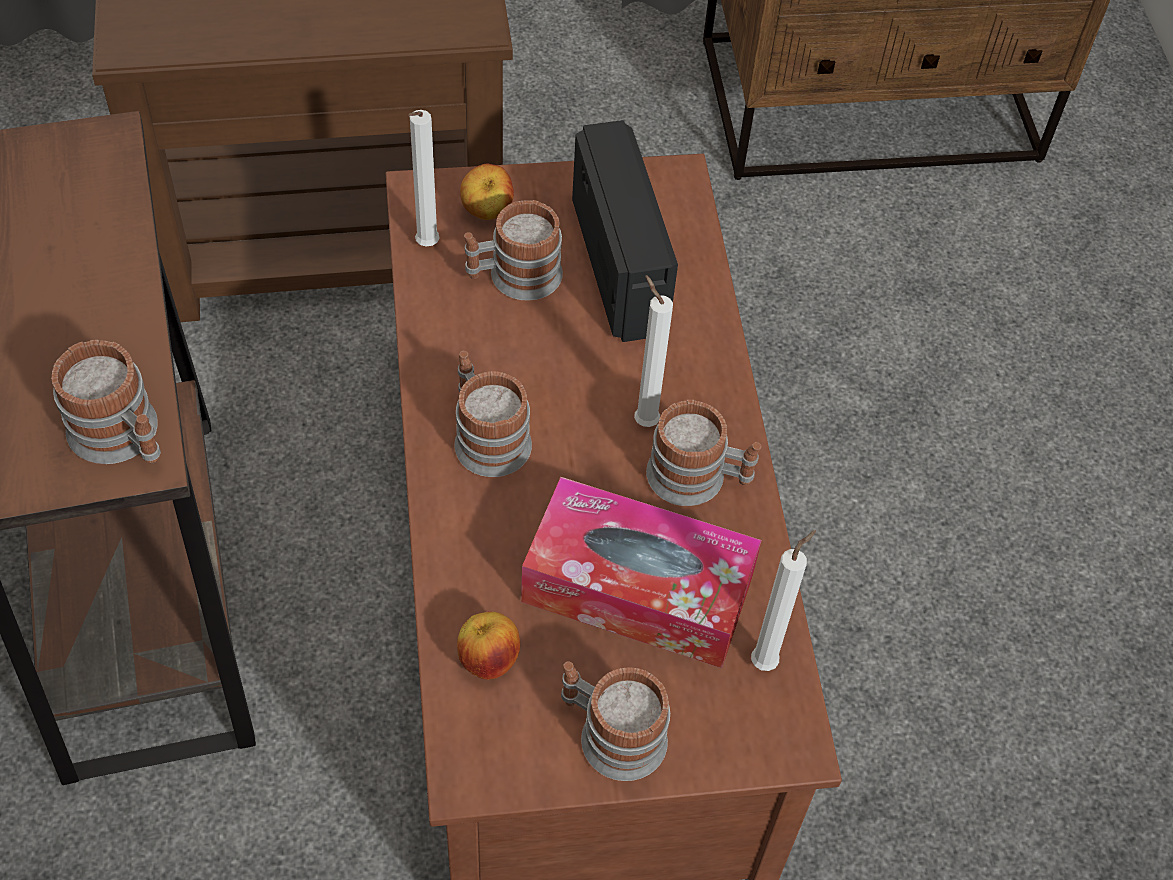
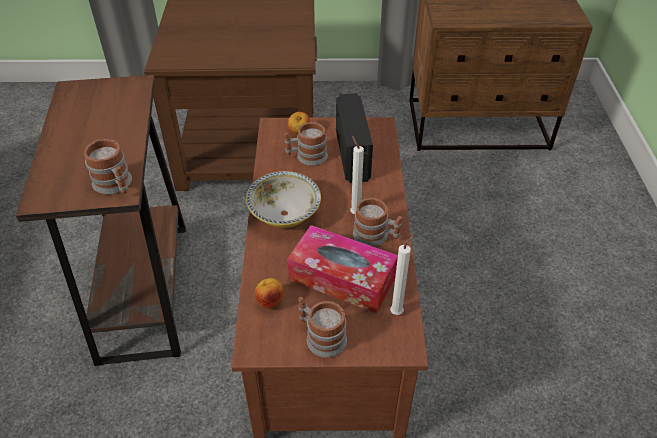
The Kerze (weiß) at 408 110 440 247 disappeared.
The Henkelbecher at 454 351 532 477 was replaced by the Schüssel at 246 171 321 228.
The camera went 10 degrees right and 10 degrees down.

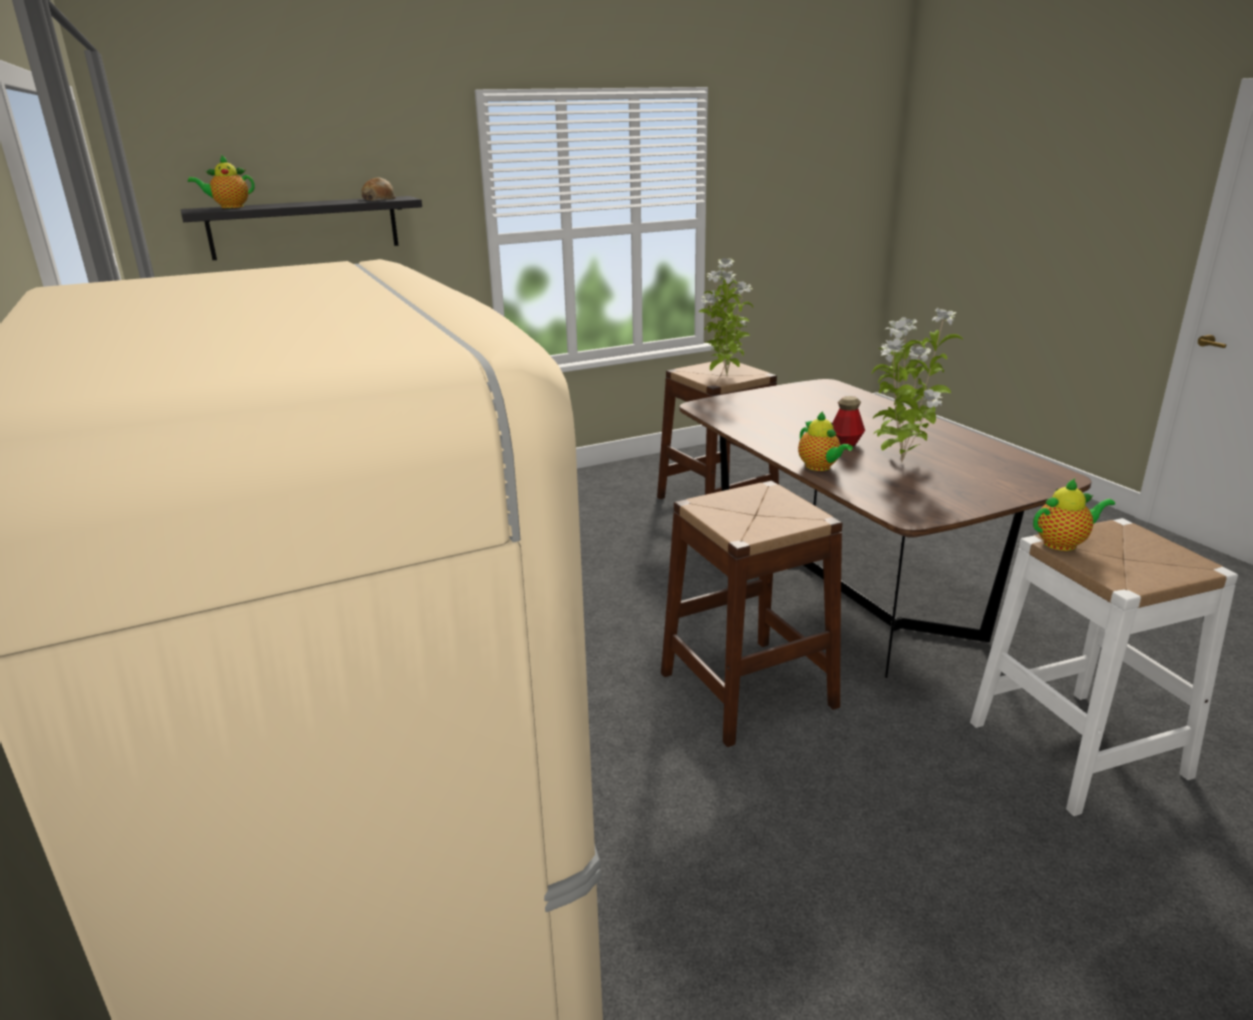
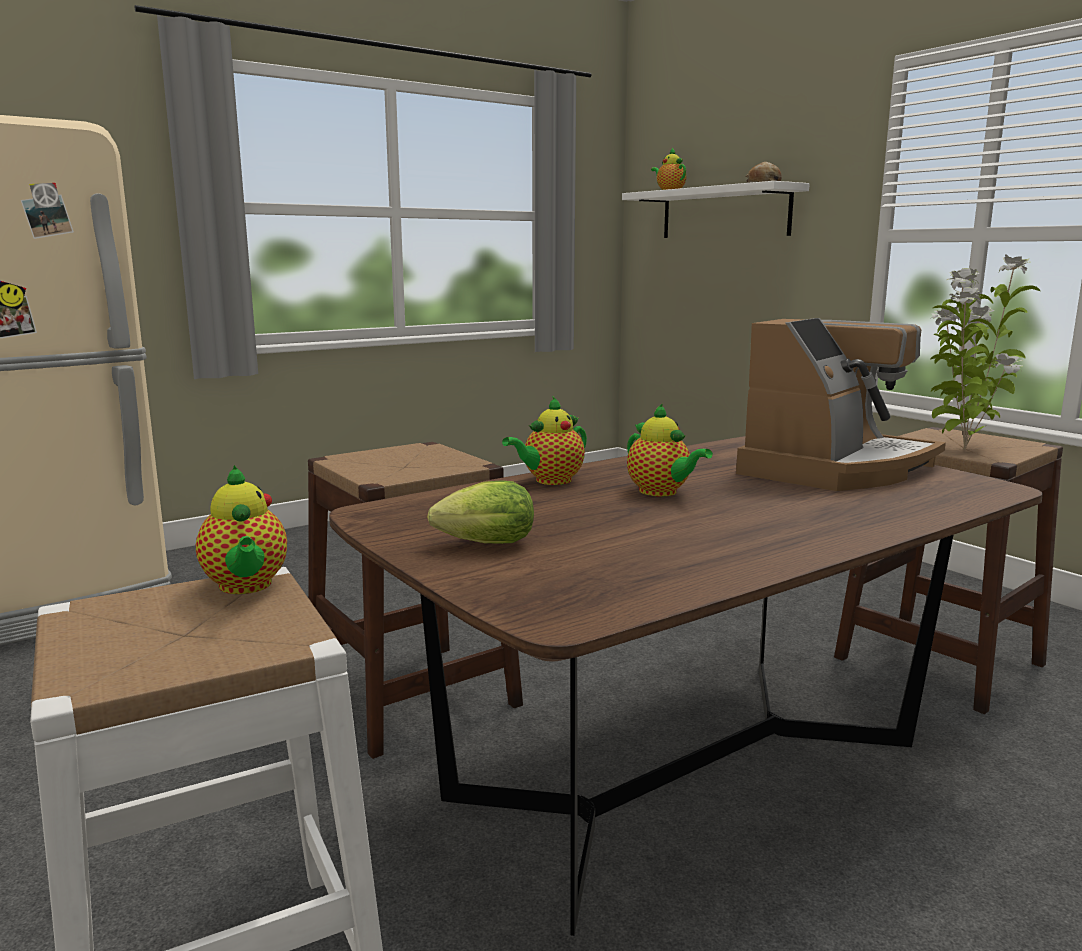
The Wandregal (schwarz) at 181 196 422 260 became the Wandregal (weiß) at 622 181 810 238.
The Topfpflanze at 872 308 963 462 disappeared.
The Flasche at 832 396 865 446 was replaced by the Teekanne at 627 403 713 497.
The Kaffeemaschine at 736 318 946 491 appeared.
The Salatkopf at 427 480 534 544 appeared.
The camera went 80 degrees right and 10 degrees down.

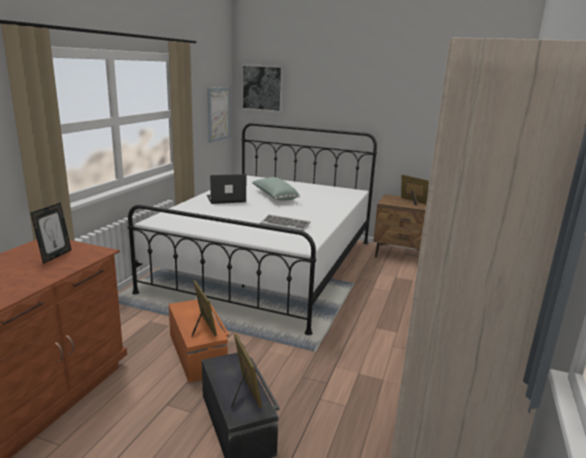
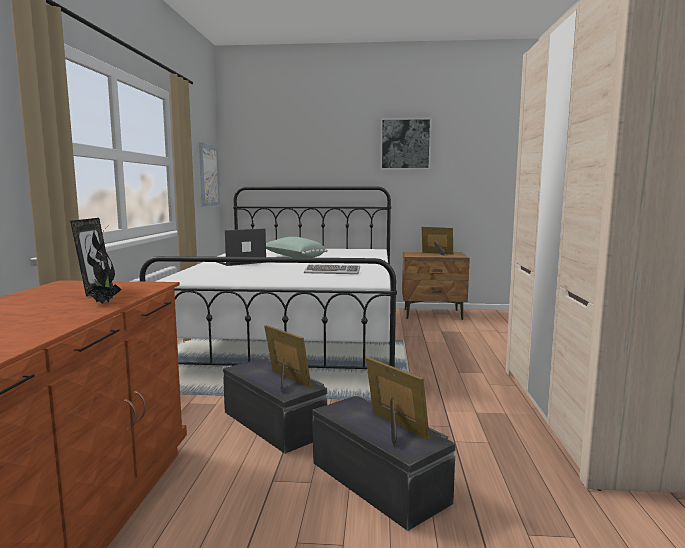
The Bild moved from 241 64 284 112 to 380 117 432 170.
The Aufbewahrungsbox (orange) at 169 299 229 382 became the Aufbewahrungsbox (schwarz) at 223 358 327 454.
The Topfpflanze at 87 224 122 304 appeared.
The camera went 15 degrees left and 10 degrees down.

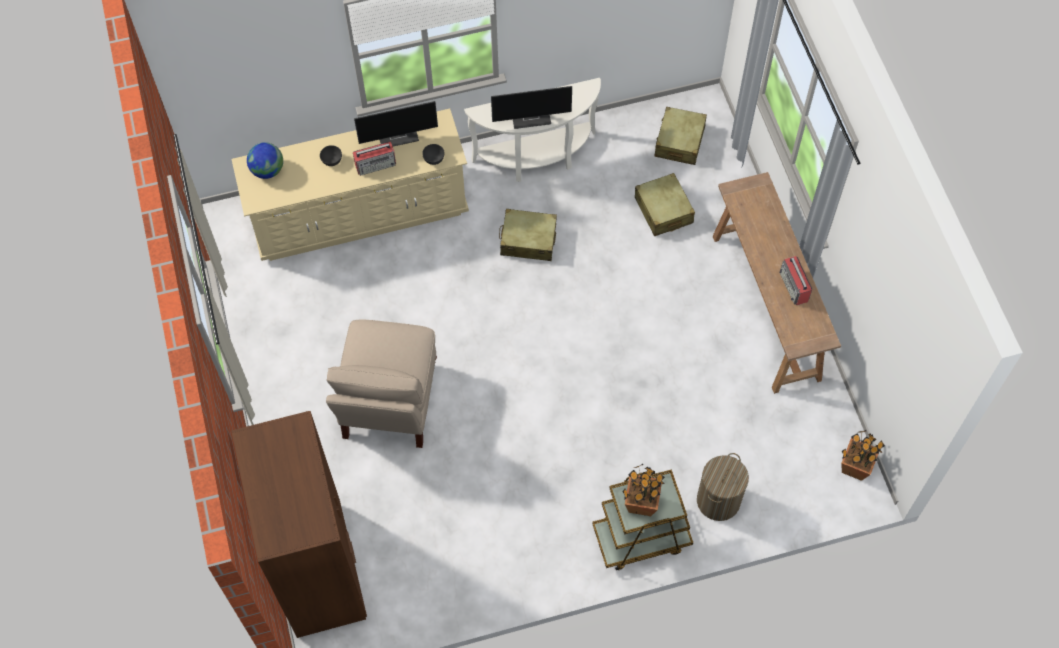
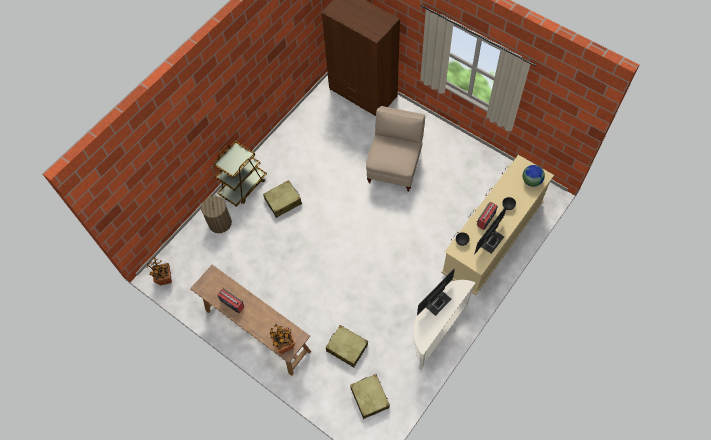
The Koffer (beige) moved from 499 209 557 261 to 263 180 302 218.
The Stuhl (beige) at 326 320 437 448 turned 45 degrees clockwise.
The Topfpflanze moved from 622 464 665 516 to 269 325 295 354.
The camera went 145 degrees right and 0 degrees up.

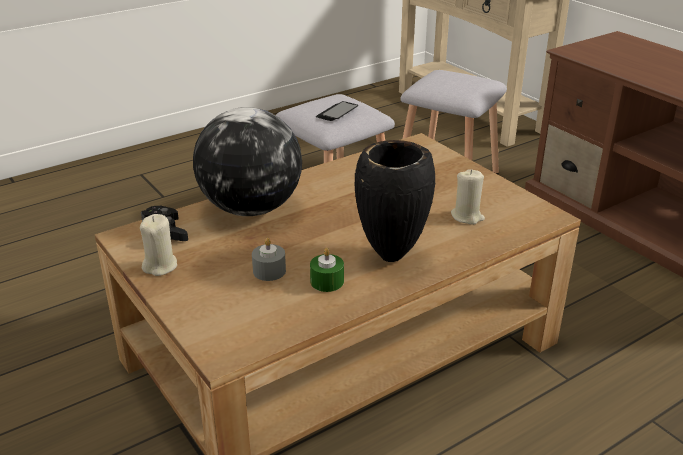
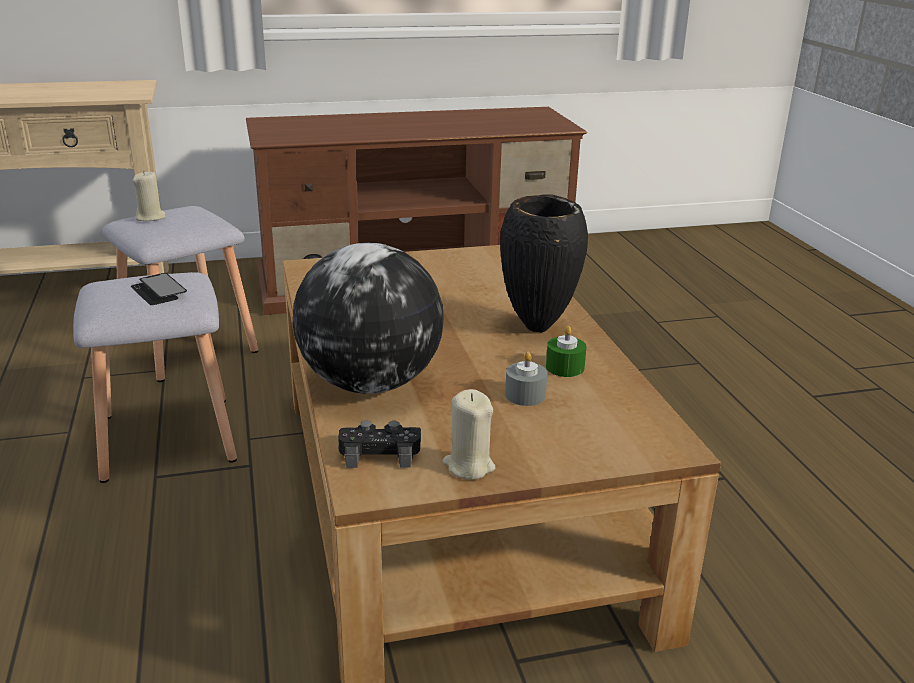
The Kerze (beige) moved from 451 169 485 225 to 133 171 166 221.
The camera went 70 degrees left and 5 degrees down.

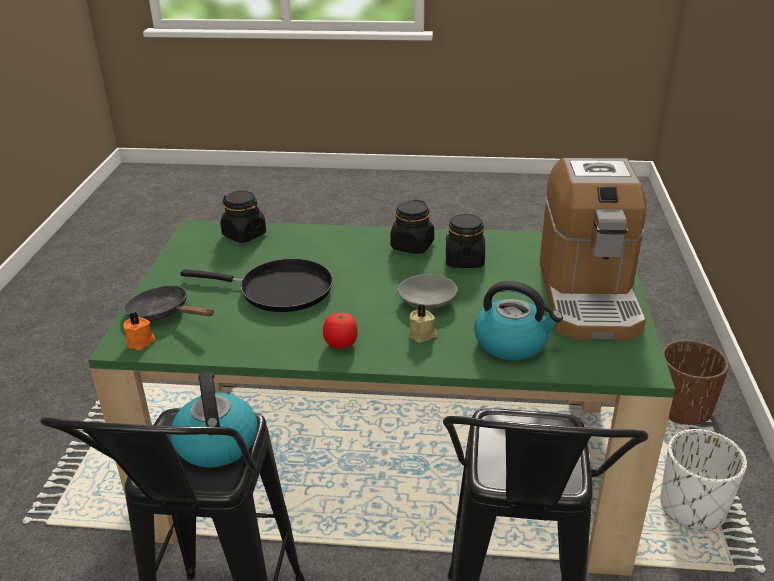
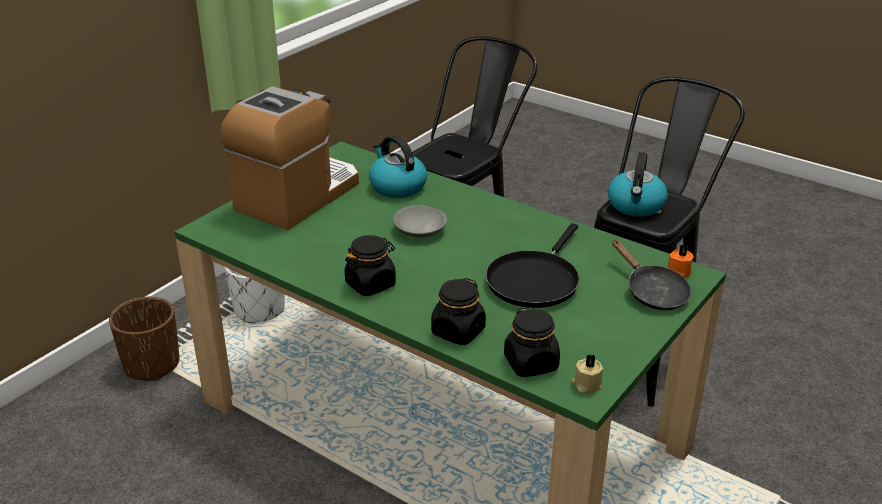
The Vorratsglas (schwarz) moved from 446 214 485 268 to 431 278 486 345.
The Pfanne (schwarz) at 180 258 333 312 turned 105 degrees counterclockwise.
The Kerze (beige) moved from 409 305 437 343 to 572 354 603 393.
The Tomate at 323 313 358 349 disappeared.
The camera went 150 degrees left and 0 degrees up.

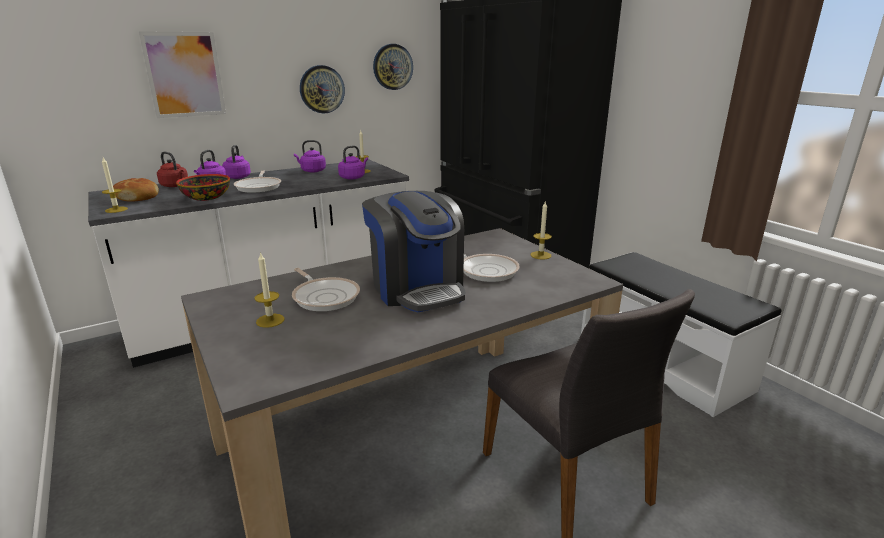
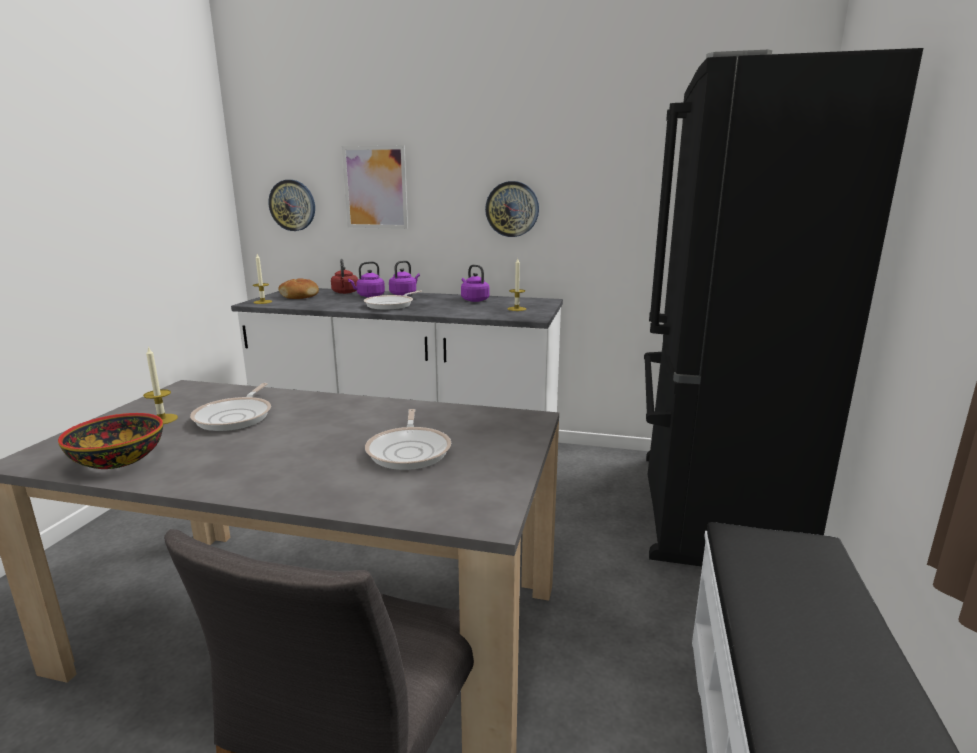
The Wanduhr moved from 373 44 413 90 to 268 180 315 231.
The Wasserkessel (lila) at 338 146 368 180 disappeared.
The Schüssel moved from 176 174 230 201 to 58 413 163 469.
The Kaffeemaschine at 362 191 465 312 disappeared.
The Kerze at 530 202 552 260 disappeared.
The camera went 45 degrees right and 5 degrees down.

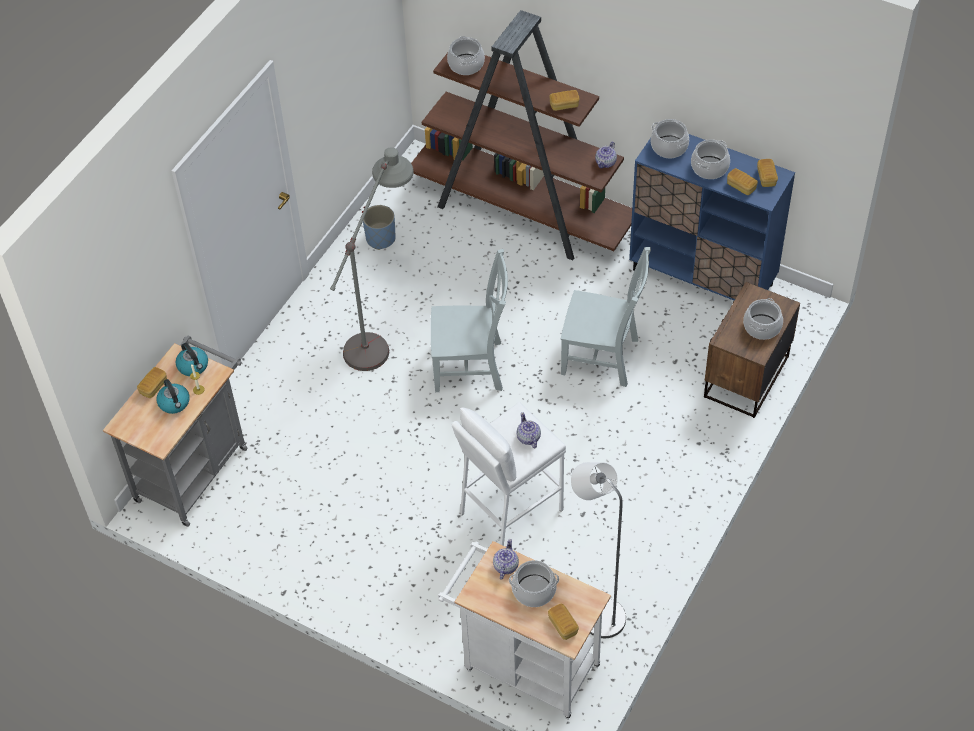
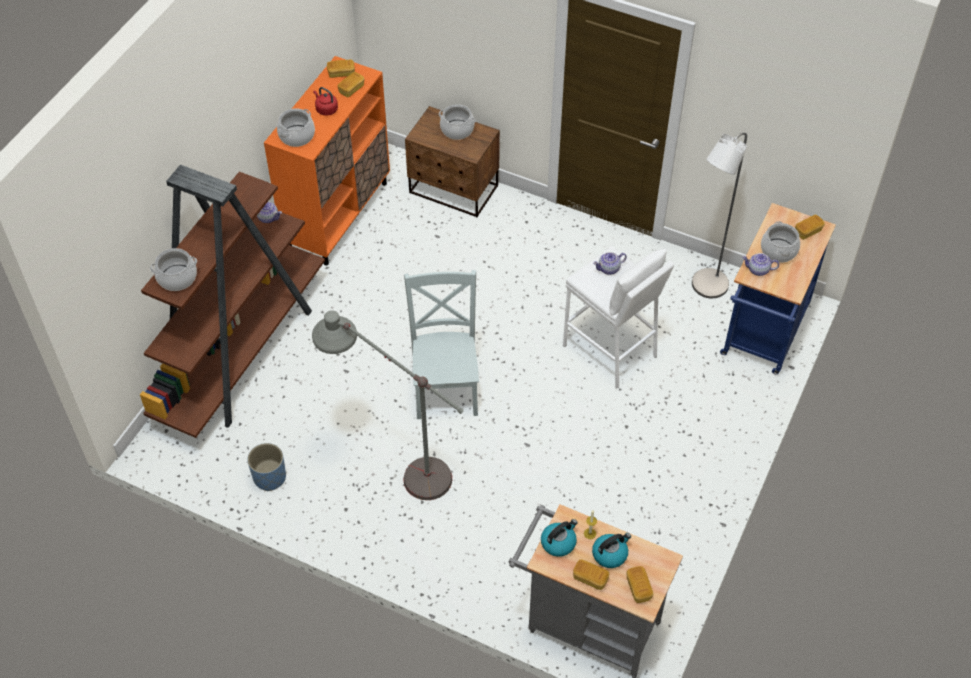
The Brot moved from 550 90 579 111 to 627 566 653 603.
The Schrank (blau) at 629 134 795 300 became the Schrank (orange) at 264 56 390 266.
The Kochtopf at 691 139 730 179 was replaced by the Wasserkessel (rot) at 313 87 338 116.
The Stuhl (grau) at 561 247 651 387 disappeared.
The Rollwagen (weiß) at 438 541 611 720 became the Rollwagen (blau) at 720 203 836 375.
The camera went 95 degrees left and 0 degrees up.

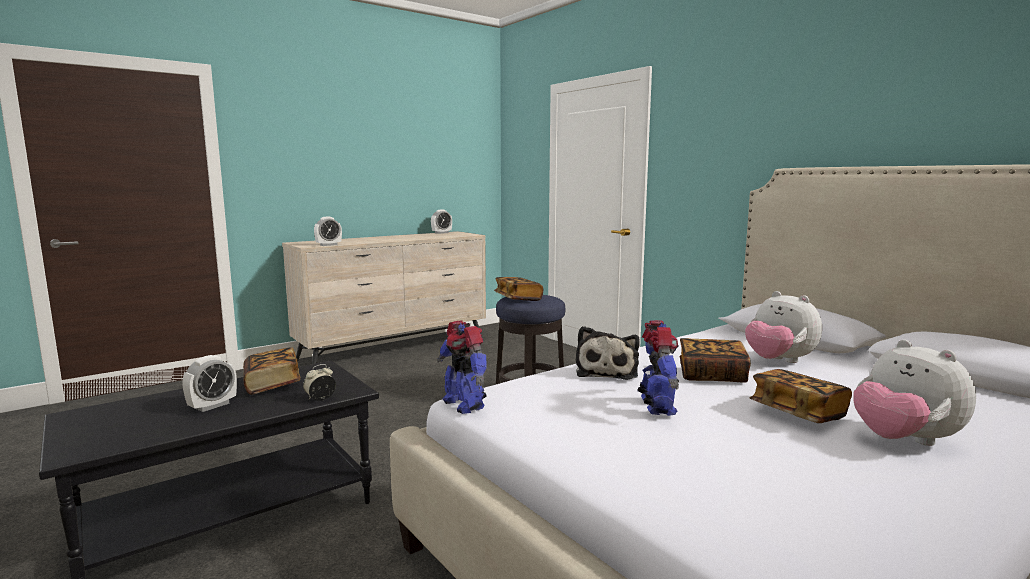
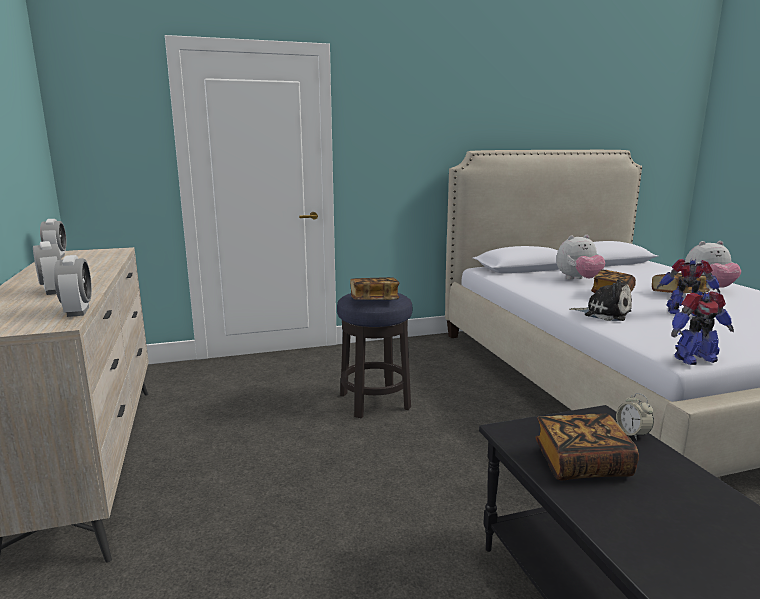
The Wecker moved from 182 355 237 412 to 33 241 61 295.
The camera went 70 degrees left and 5 degrees up.

